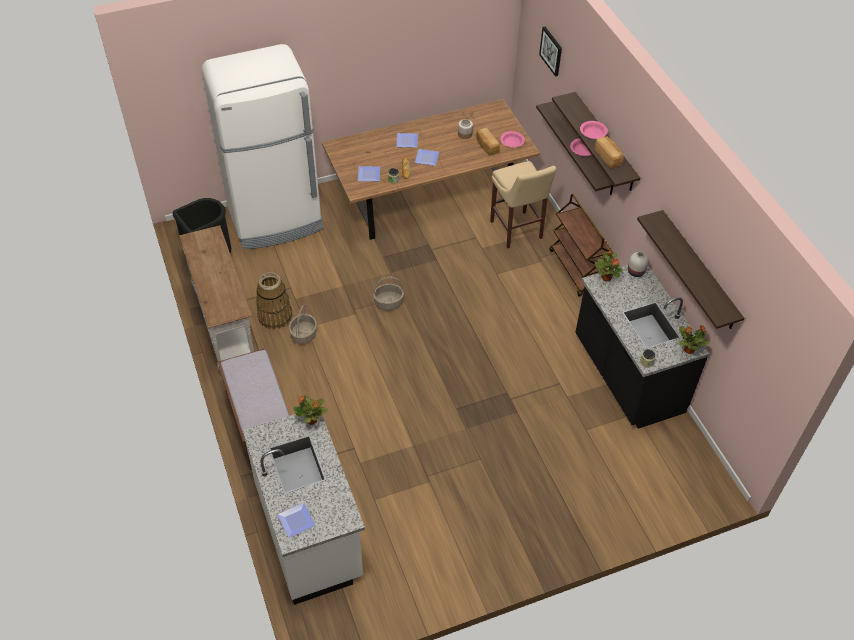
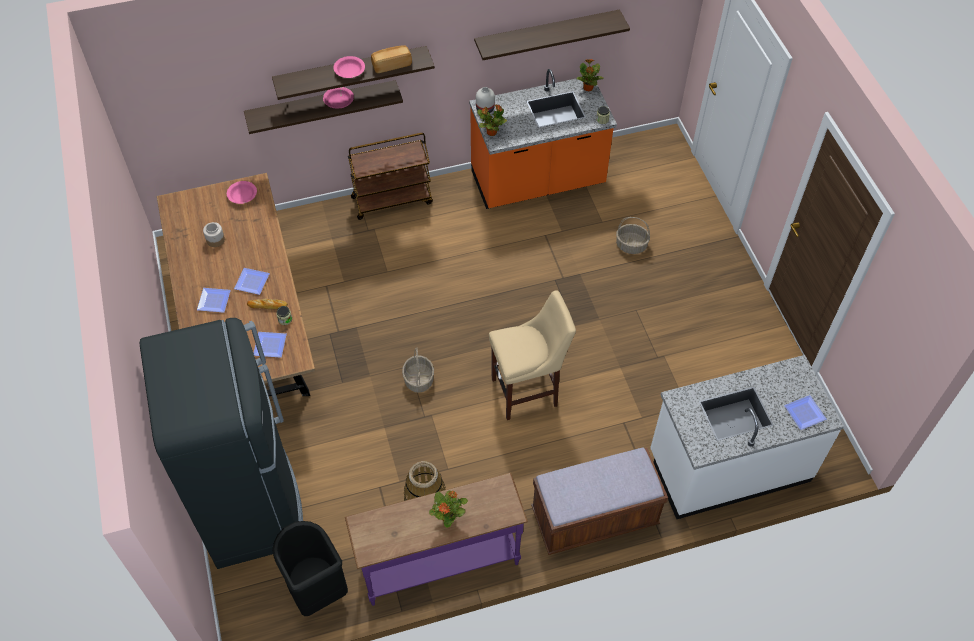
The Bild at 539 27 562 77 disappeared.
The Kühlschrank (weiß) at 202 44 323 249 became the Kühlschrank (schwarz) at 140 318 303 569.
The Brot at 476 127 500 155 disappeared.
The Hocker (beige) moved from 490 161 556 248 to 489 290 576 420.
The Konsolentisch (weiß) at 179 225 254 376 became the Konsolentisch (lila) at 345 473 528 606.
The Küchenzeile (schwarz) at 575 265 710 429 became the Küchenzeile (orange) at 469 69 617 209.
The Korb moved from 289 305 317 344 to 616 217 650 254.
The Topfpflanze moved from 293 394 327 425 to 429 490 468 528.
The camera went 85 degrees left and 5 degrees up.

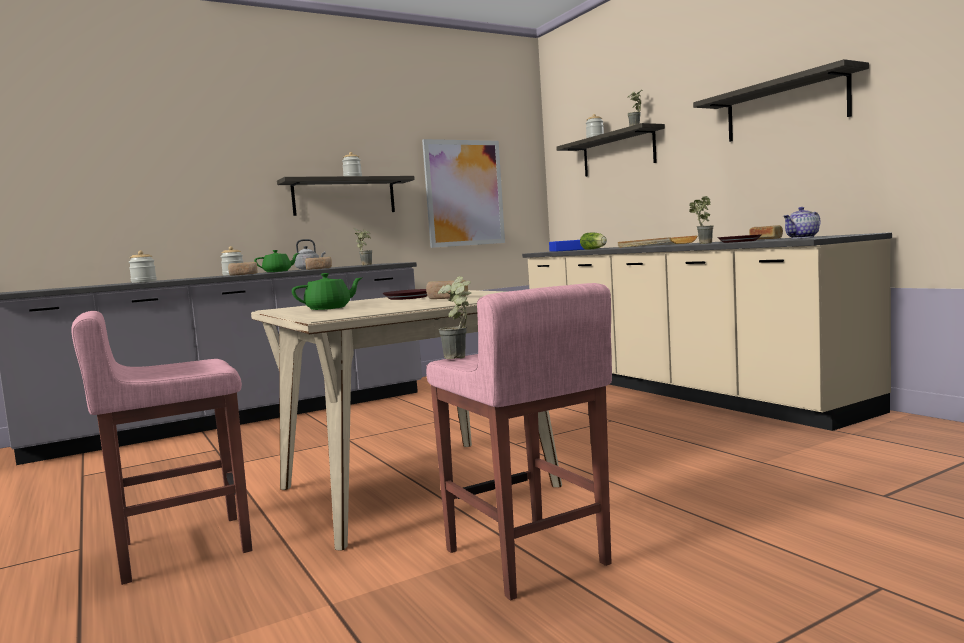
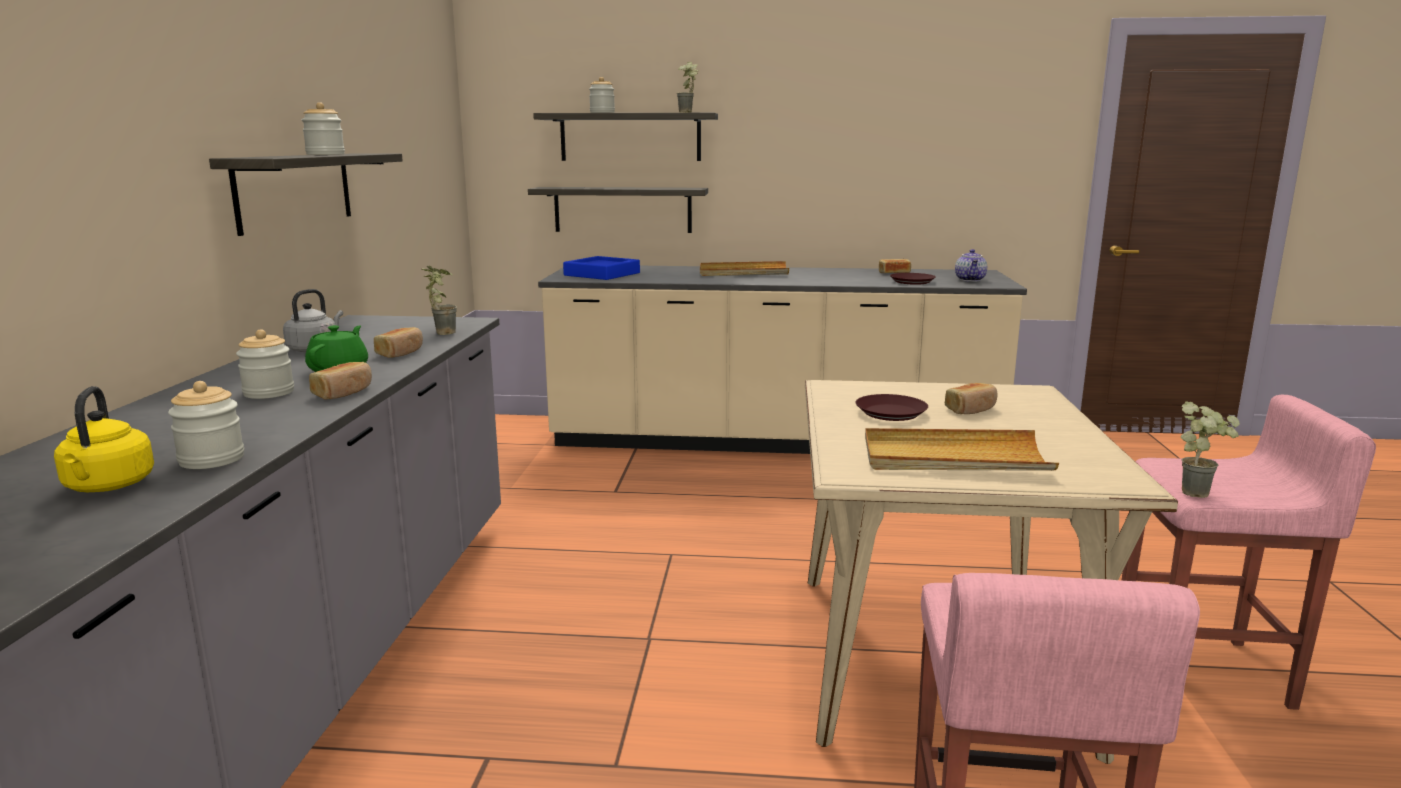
The Wandregal moved from 693 59 869 142 to 528 187 708 233.
The Bild at 422 139 505 248 disappeared.
The Topfpflanze at 689 196 713 244 disappeared.
The Salatkopf at 580 232 607 250 disappeared.
The Teekanne (grün) at 292 273 362 310 was replaced by the Tablett (beige) at 865 428 1059 471.
The Wasserkessel (gelb) at 54 386 154 492 appeared.
The camera went 55 degrees left and 10 degrees up.

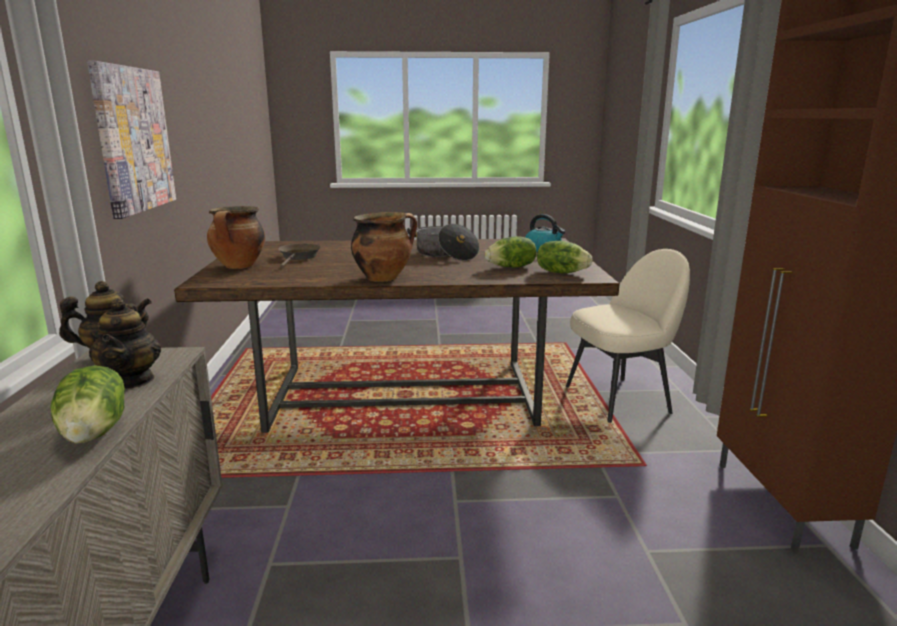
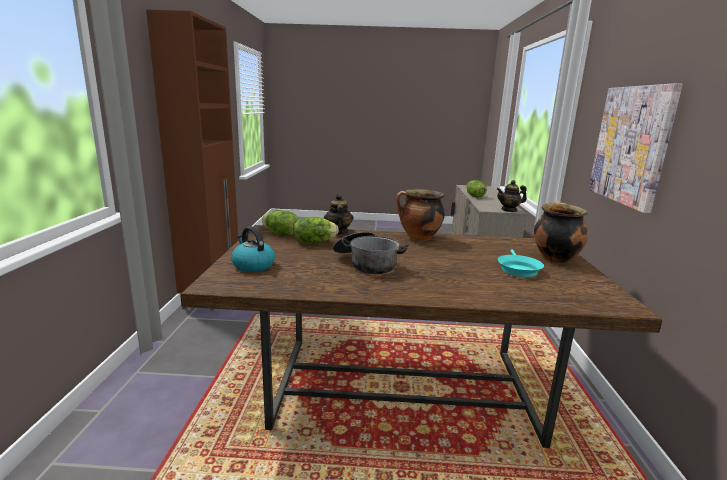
The Pfanne (braun) at 278 243 321 268 became the Pfanne (türkis) at 498 249 544 277.
The Stuhl (beige) at 566 249 690 423 disappeared.
The Teekanne moved from 89 298 161 389 to 324 194 354 235.
The camera went 175 degrees left and 0 degrees up.

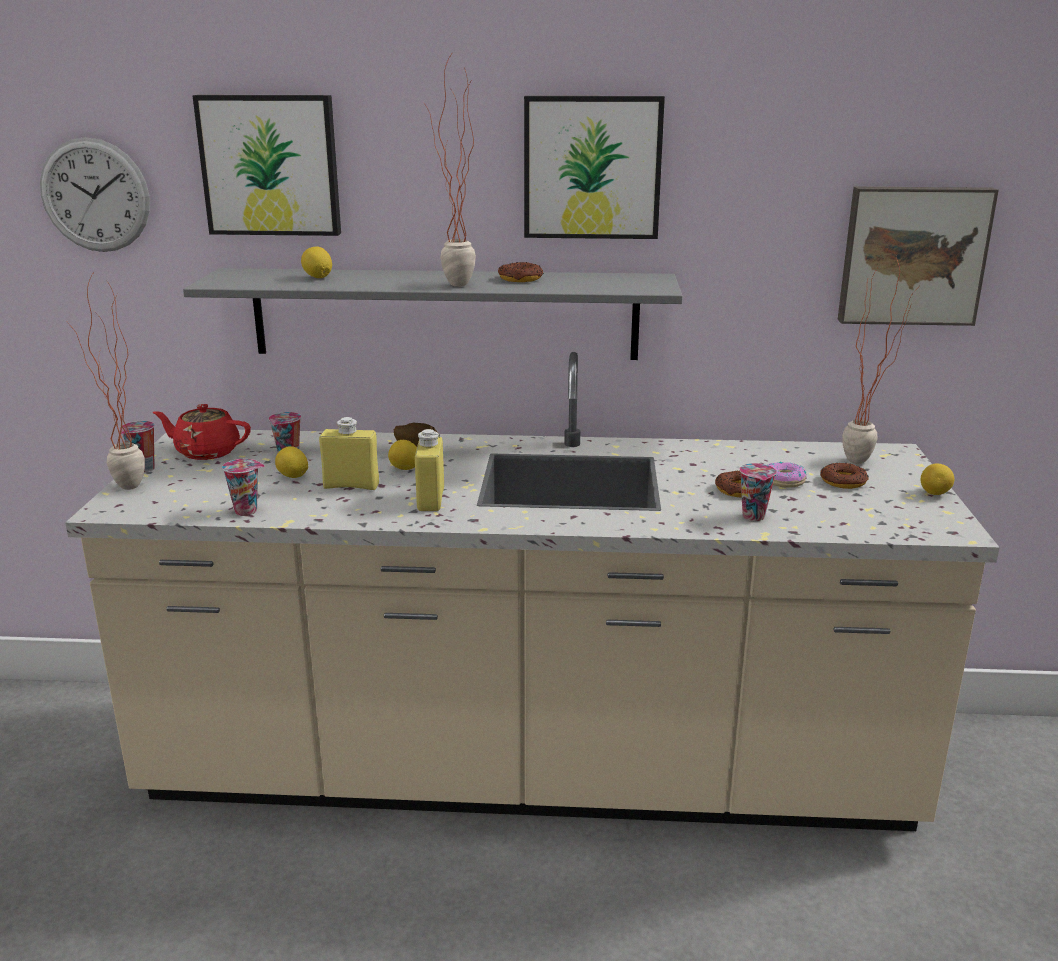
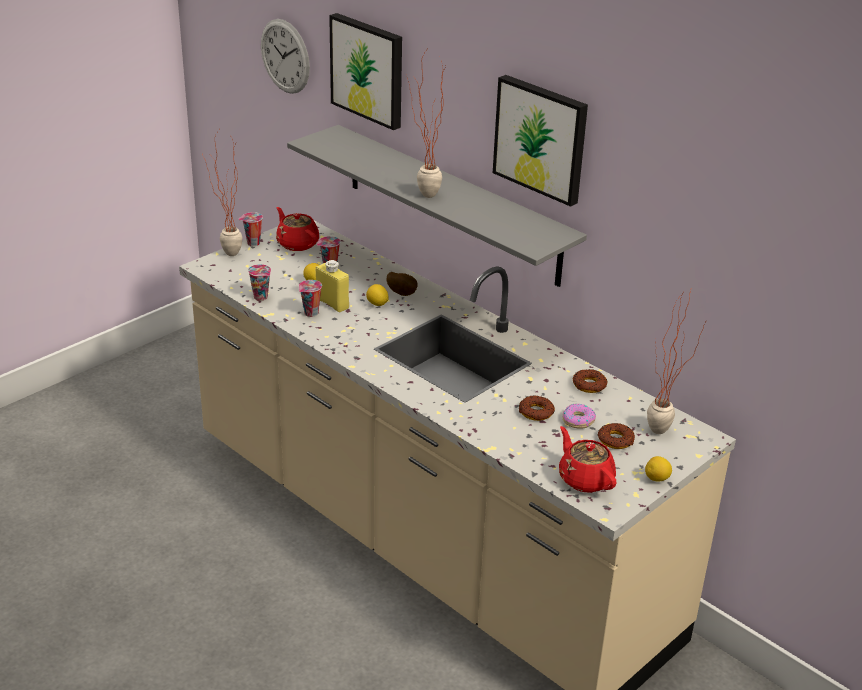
The Bild at 838 187 999 326 disappeared.
The Zitrone at 301 246 332 278 disappeared.
The Donut moved from 498 262 543 282 to 573 369 608 393.
The Flasche (gelb) at 415 429 444 511 disappeared.
The Tasse moved from 740 463 777 521 to 299 280 322 317.
The Teekanne (rot) at 559 426 617 493 appeared.
The camera went 40 degrees right and 10 degrees up.

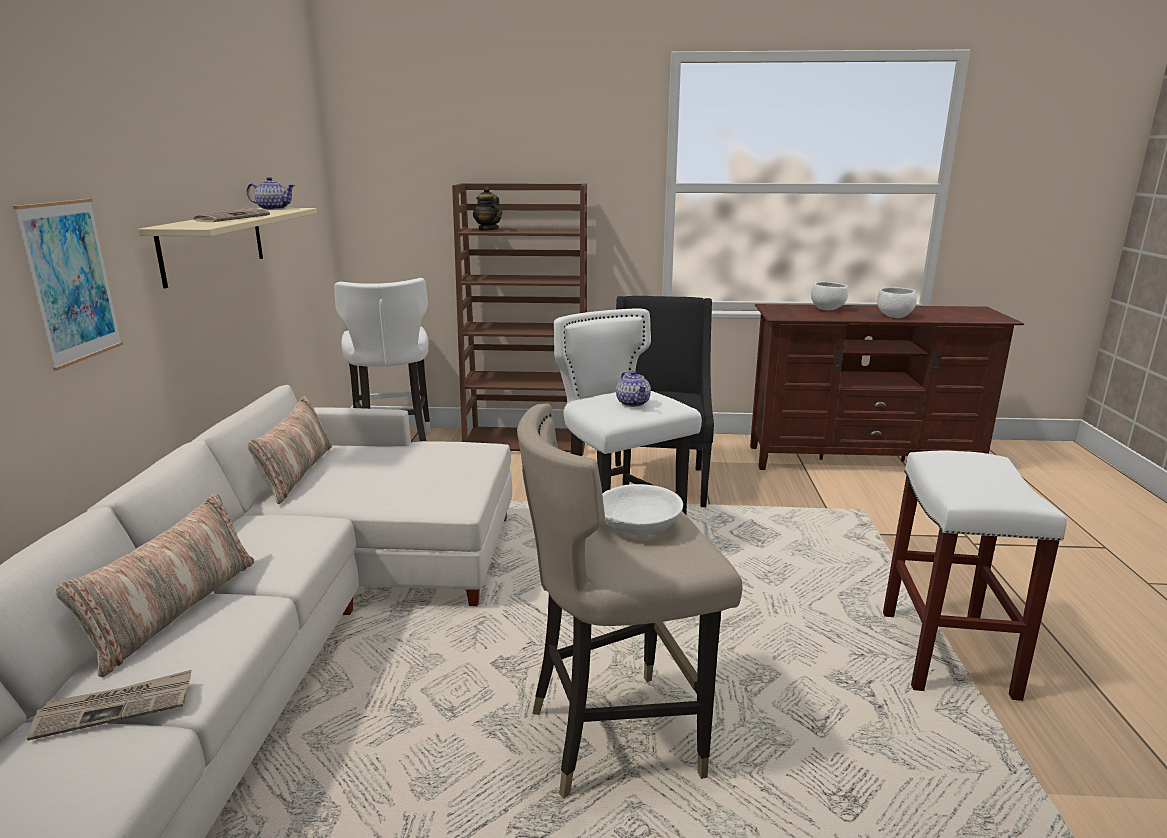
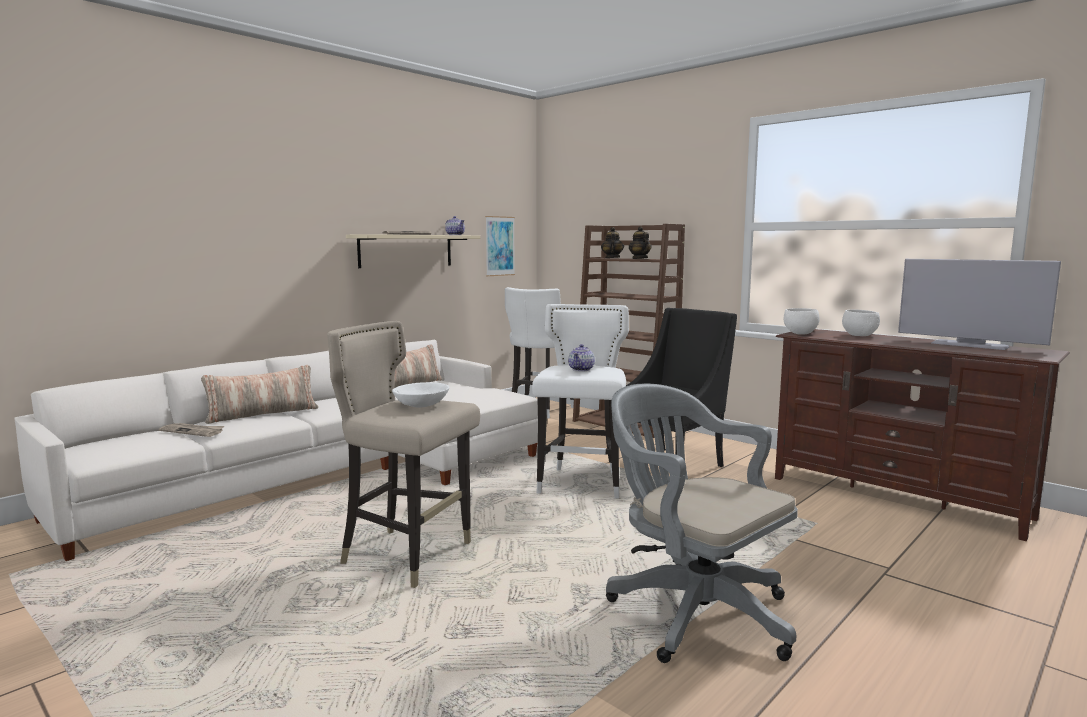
The Bild moved from 13 199 123 370 to 485 216 515 276.
The Schüssel (weiß) moved from 877 287 917 318 to 784 308 820 335.
The Hocker (weiß) at 883 451 1067 701 was replaced by the Bürostuhl (grau) at 606 383 798 663.
The Teekanne at 629 226 651 259 appeared.
The Fernseher at 898 259 1061 350 appeared.
The camera went 40 degrees right and 10 degrees down.

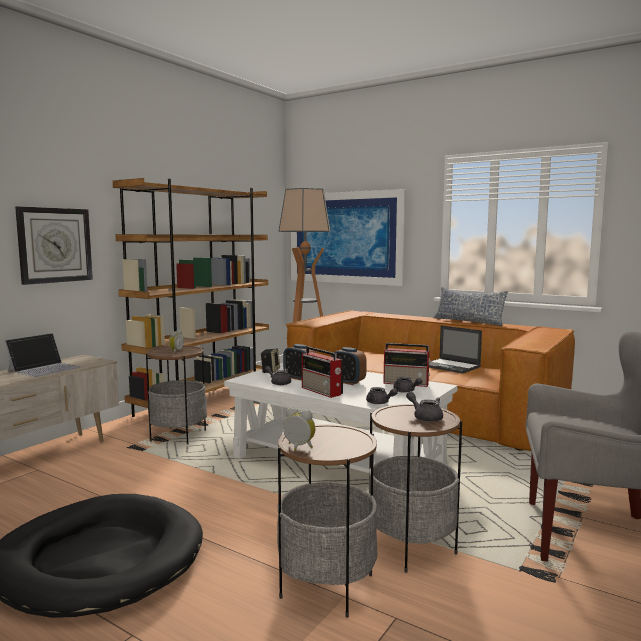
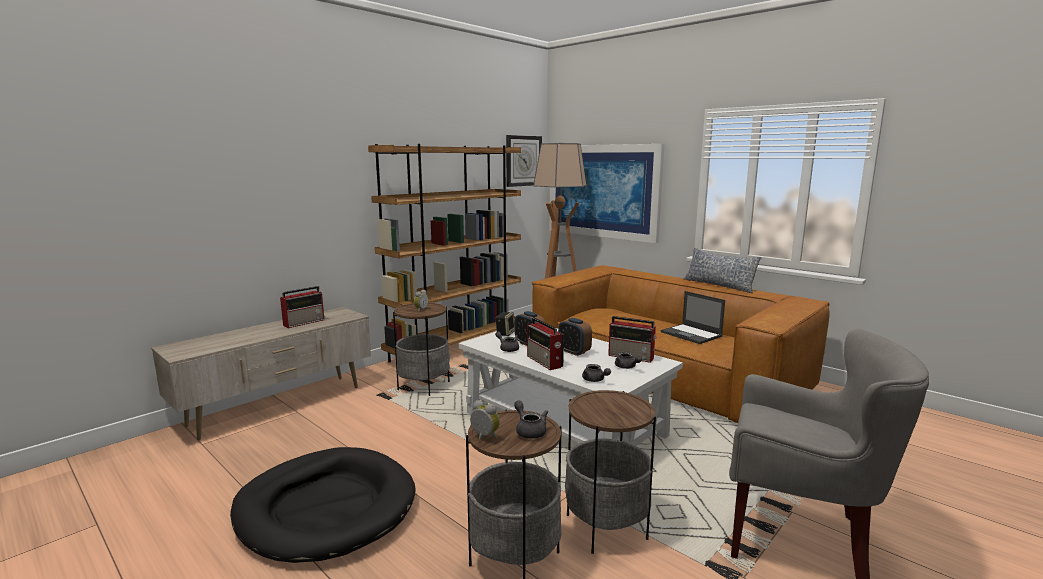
The Wanduhr moved from 15 206 93 285 to 506 135 542 187.
The Laptop at 5 333 80 377 was replaced by the Radio at 280 286 324 328.
The Teekanne (grau) moved from 406 391 443 422 to 514 400 548 439.
The camera went 10 degrees right and 5 degrees up.

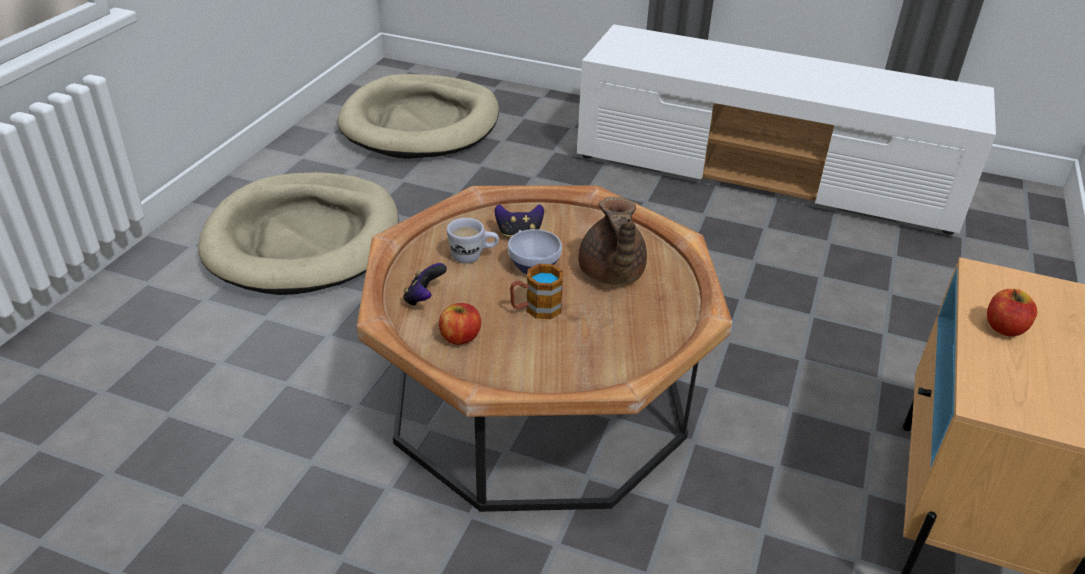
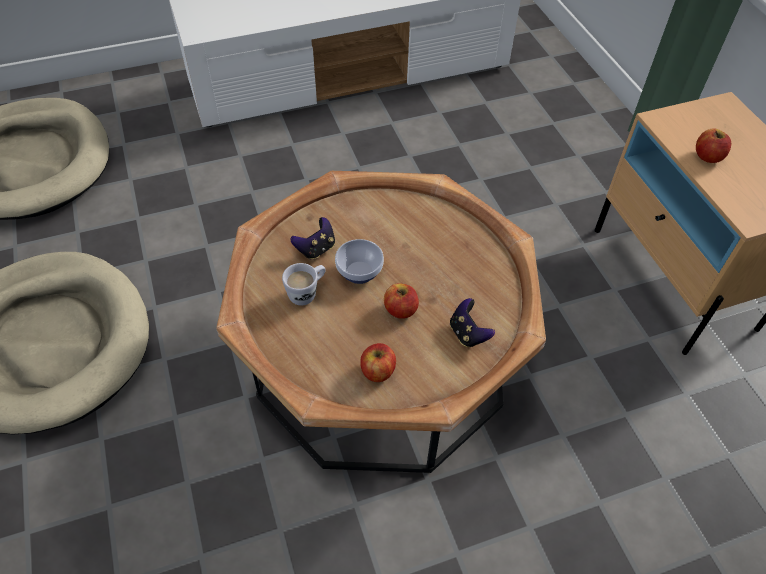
The Teekanne (braun) at 578 197 647 285 disappeared.
The Gamepad moved from 403 263 447 306 to 450 298 495 347.
The Henkelbecher at 510 264 563 319 was replaced by the Apfel at 384 284 419 319.
The camera went 40 degrees left and 15 degrees up.

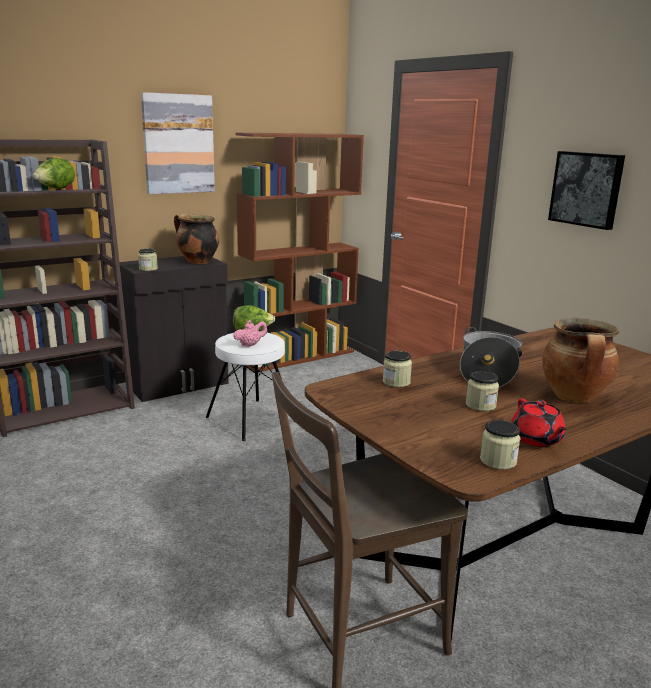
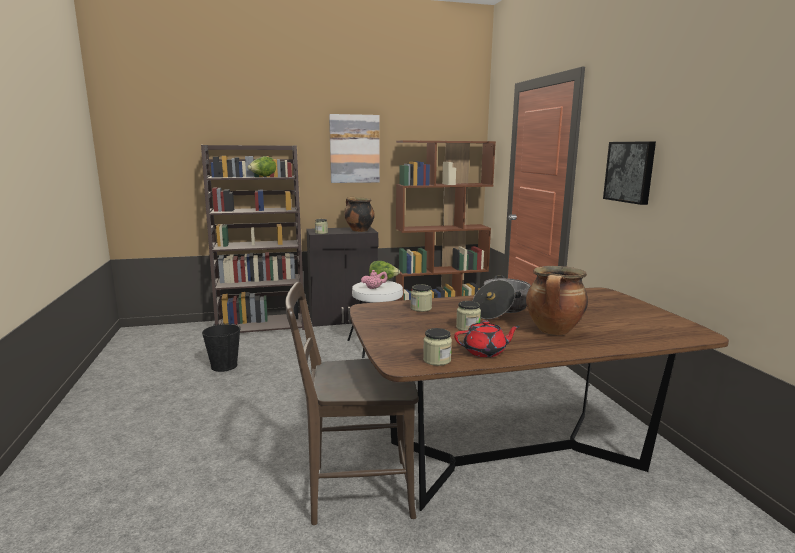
The Teekanne (rot) at 511 399 567 447 turned 105 degrees counterclockwise.
The Eimer (schwarz) at 202 323 241 372 appeared.
The camera went 20 degrees right and 5 degrees down.

